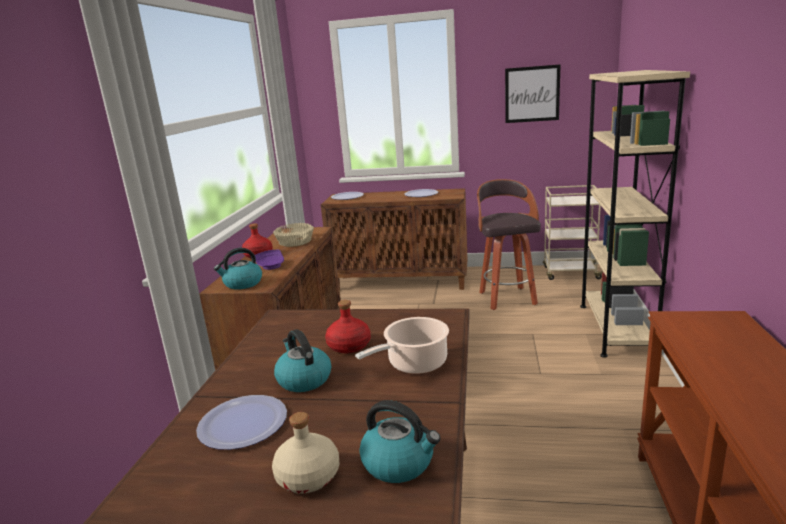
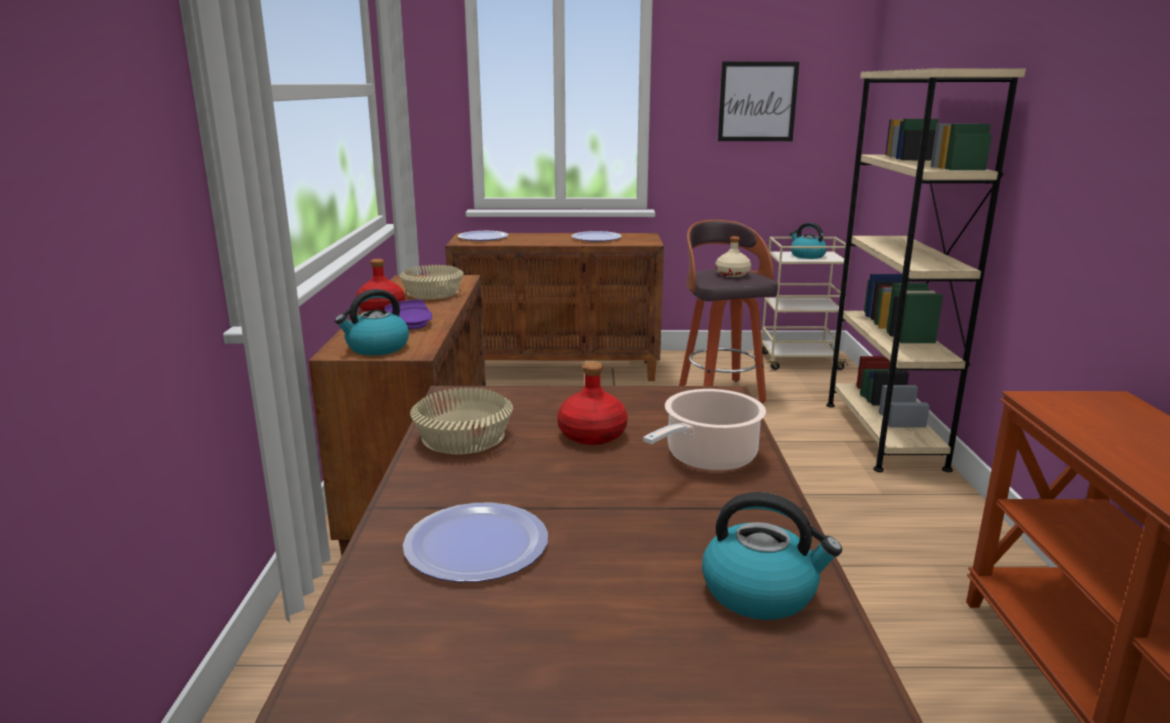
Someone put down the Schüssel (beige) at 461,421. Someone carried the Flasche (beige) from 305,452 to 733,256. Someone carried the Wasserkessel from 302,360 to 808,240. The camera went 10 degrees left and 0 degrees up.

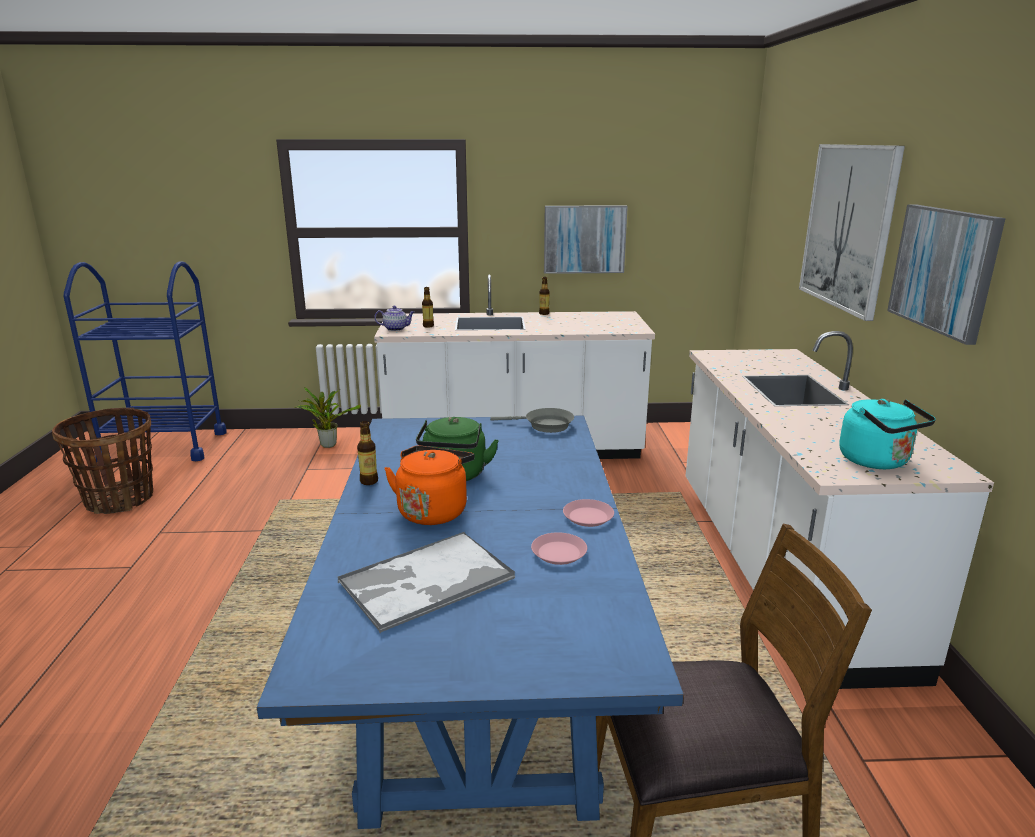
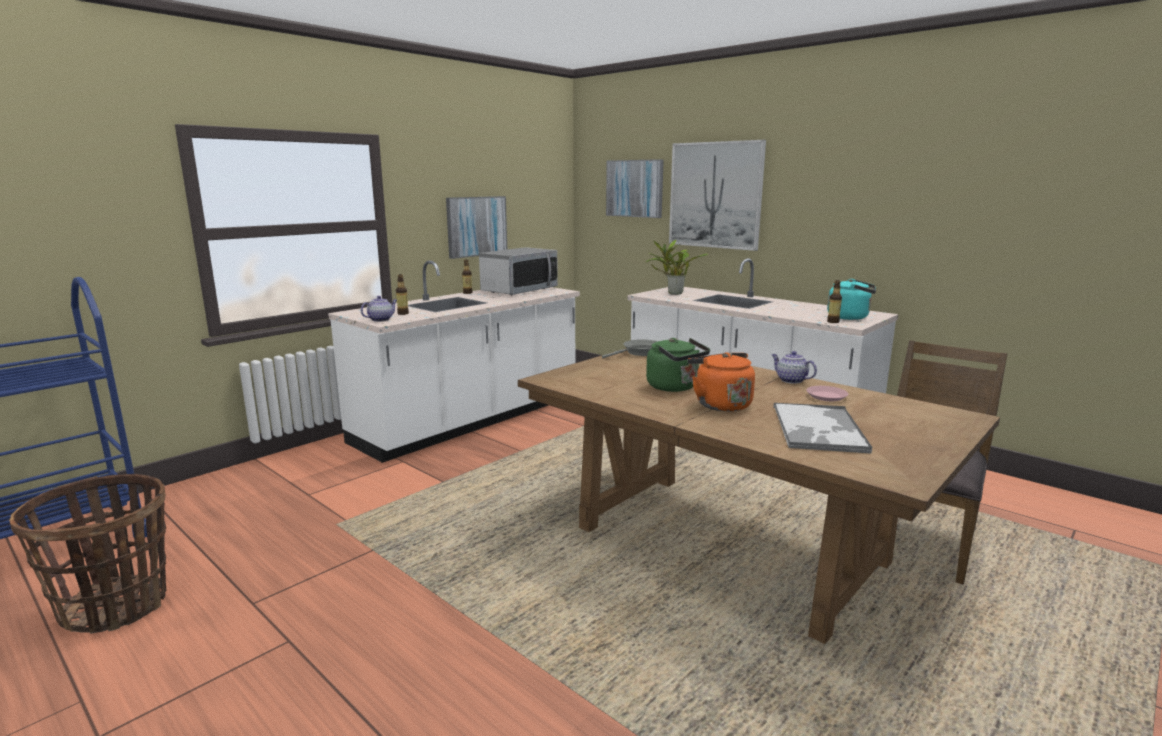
Someone put down the Mikrowelle at 518,271. Someone repainted the Esstisch (blau) at 470,622, which became the Esstisch (braun) at 759,496. Someone carried the Bild from 946,274 to 635,188. Someone carried the Topfpflanze from 327,417 to 677,267. Someone swapped the Teller (rosa) at 588,513 for the Teekanne at 794,367. Someone carried the Flasche from 367,453 to 834,301. The camera went 45 degrees left and 5 degrees down.

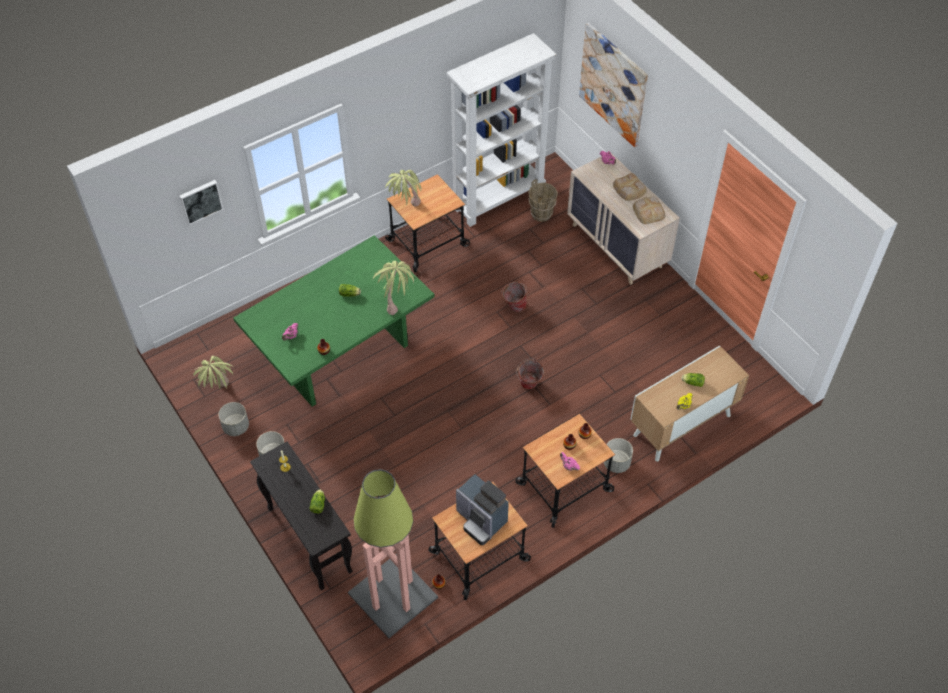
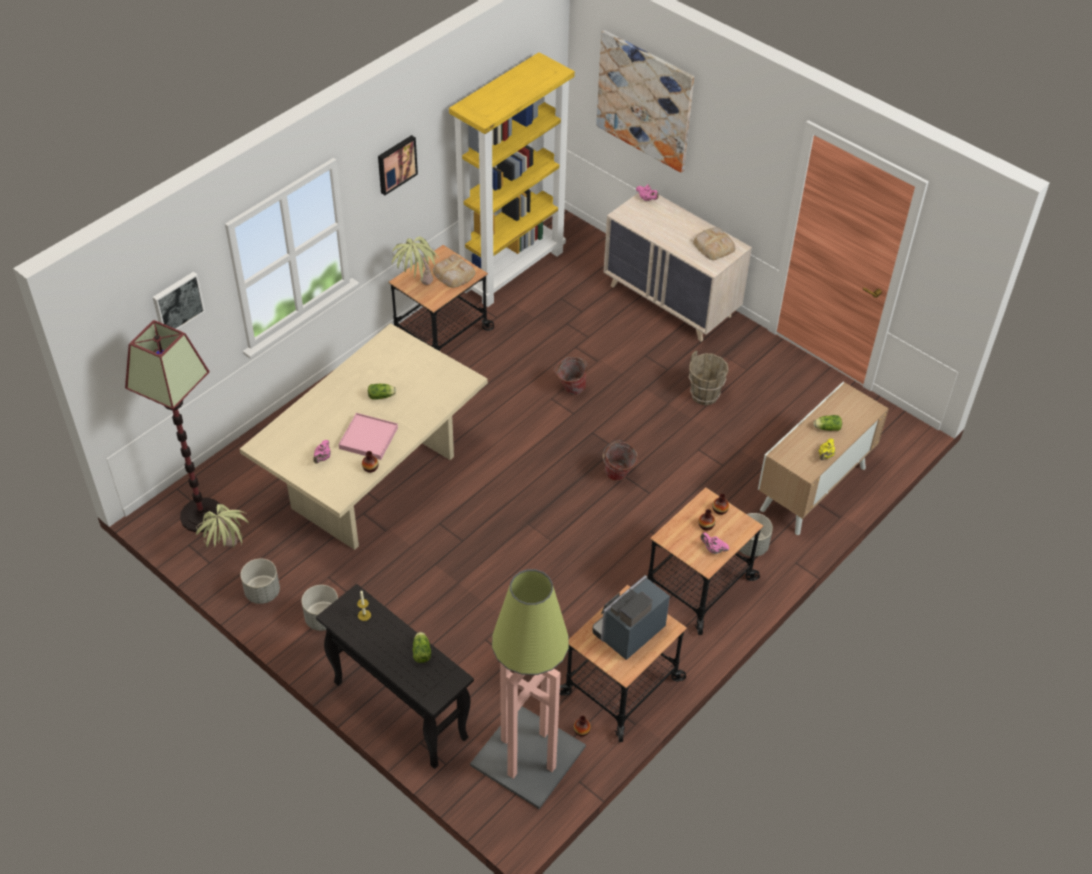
Someone put down the Stehlampe at 172,426. Someone repainted the Esstisch (grün) at 334,321, which became the Esstisch (beige) at 364,436. Someone put down the Tablett (rosa) at 368,436. Someone put up the Bild at 398,165. Someone carried the Brot from 630,187 to 454,271. Someone repainted the Bücherregal (weiß) at 501,130, which became the Bücherregal (gelb) at 512,179. Someone rotated the Kaffeemaschine at 482,509 by 105 degrees clockwise. Someone carried the Eimer (braun) from 543,200 to 709,378. Someone took away the Topfpflanze at 394,288. The camera went 15 degrees left and 5 degrees down.

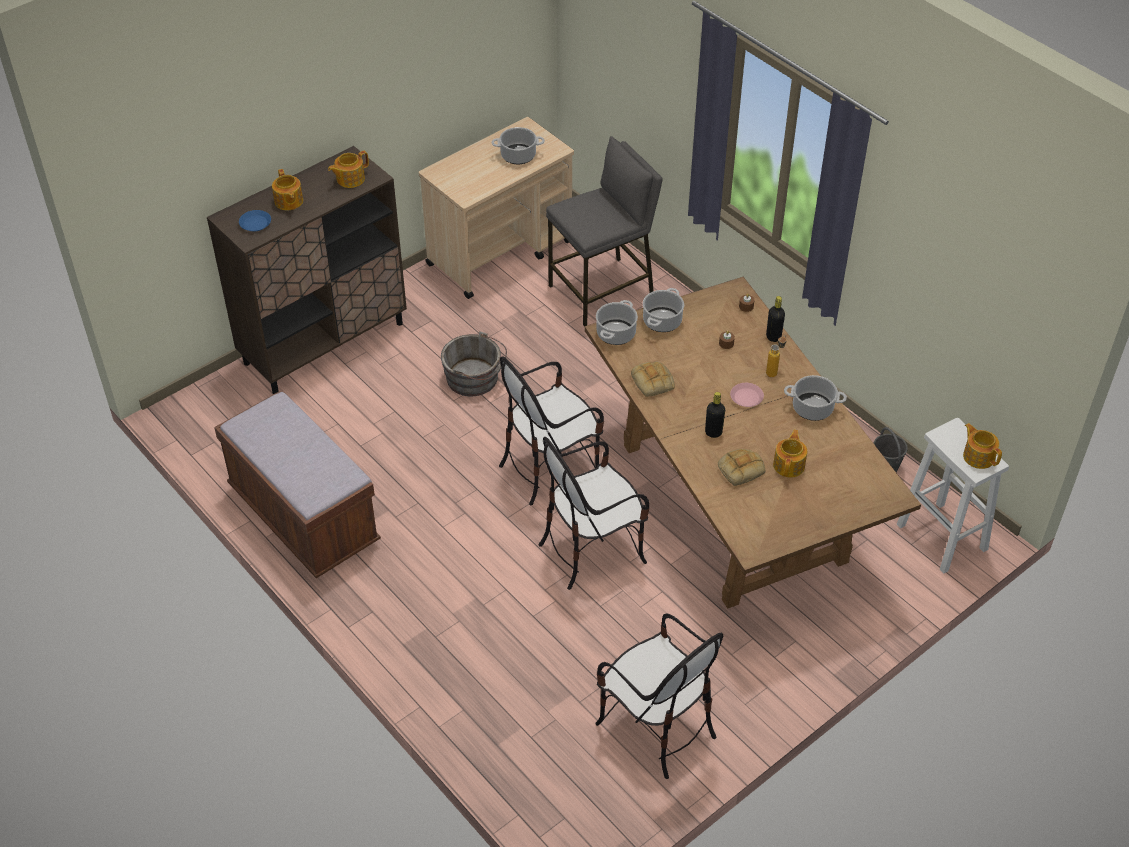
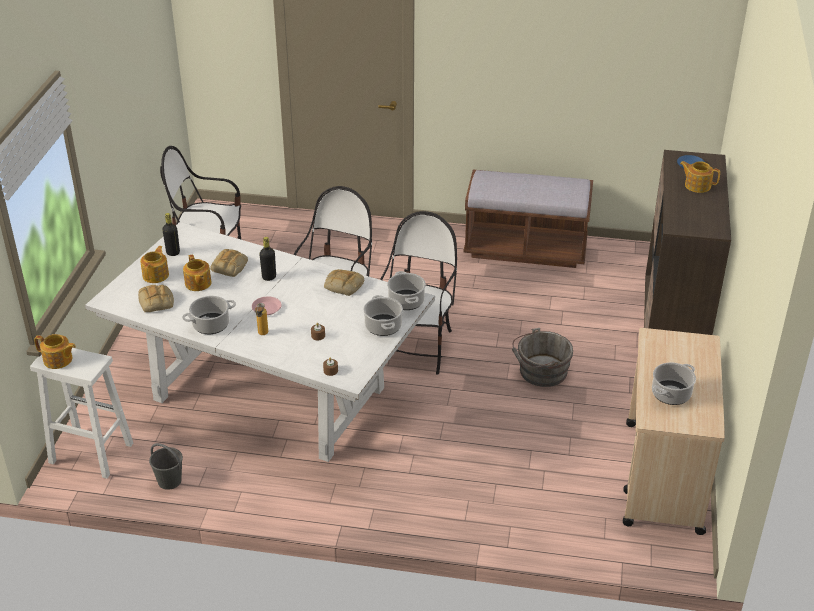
Someone repainted the Esstisch (braun) at 752,443, which became the Esstisch (weiß) at 260,342. Someone put down the Brot at 156,298. Someone carried the Teekanne from 348,169 to 154,264. Someone carried the Flasche (schwarz) from 775,319 to 171,234. Someone took away the Hocker (grau) at 604,231. The camera went 140 degrees right and 10 degrees down.

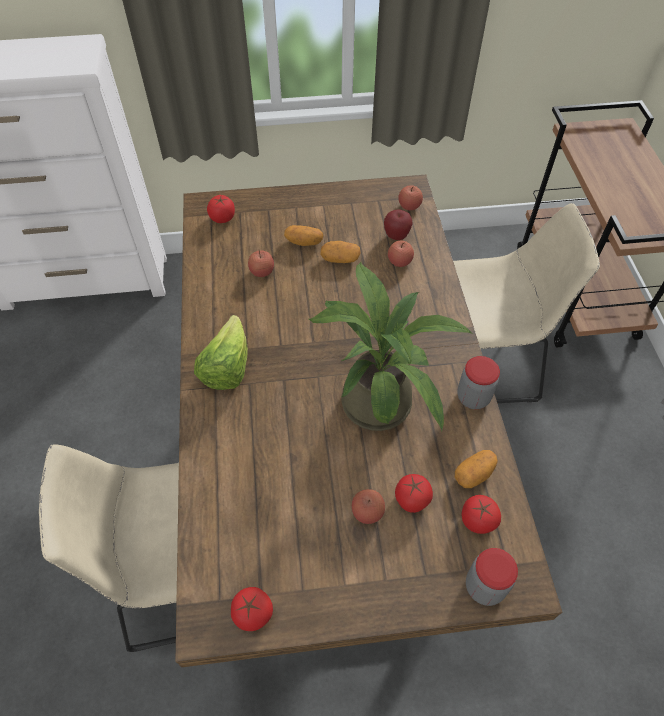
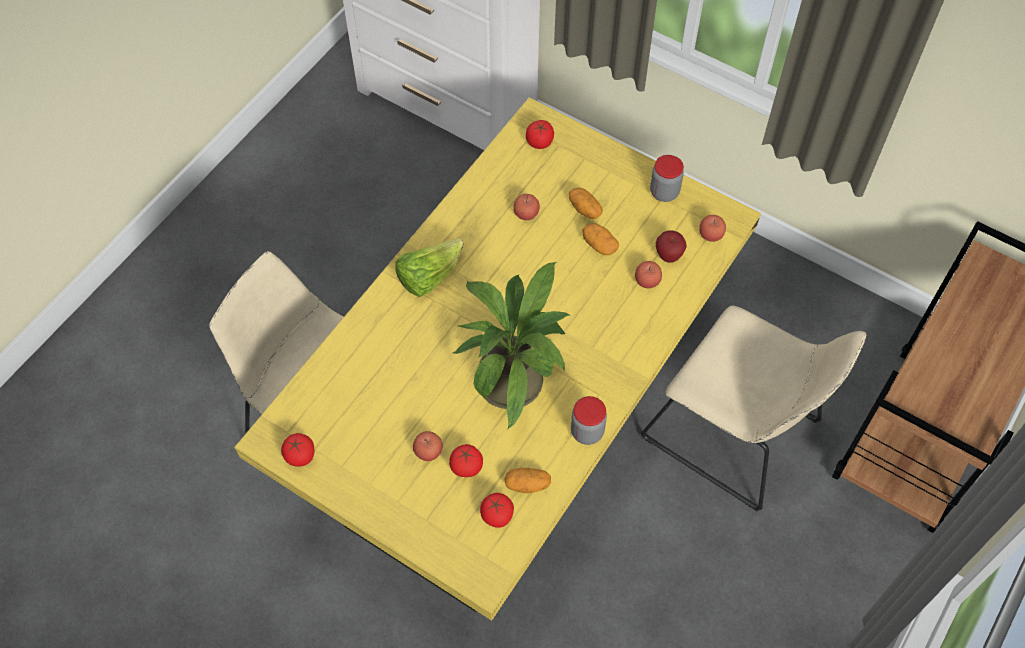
Someone repainted the Esstisch (braun) at 368,421, which became the Esstisch (gelb) at 497,359. Someone carried the Vorratsglas from 492,577 to 667,178. The camera went 40 degrees right and 5 degrees up.

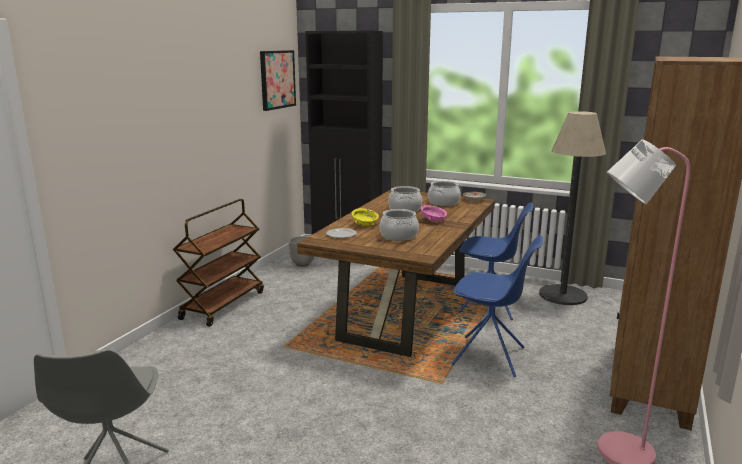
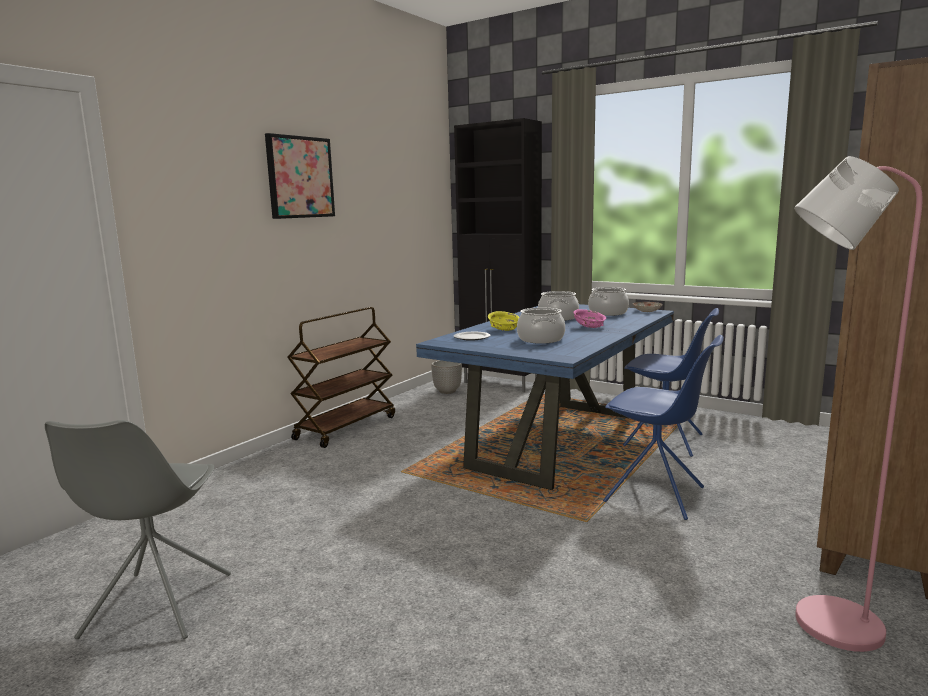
Someone carried the Bild from 278,80 to 300,176. Someone repainted the Esstisch (braun) at 396,273, which became the Esstisch (blau) at 545,397. Someone took away the Stehlampe at 572,208. The camera went 10 degrees right and 5 degrees down.

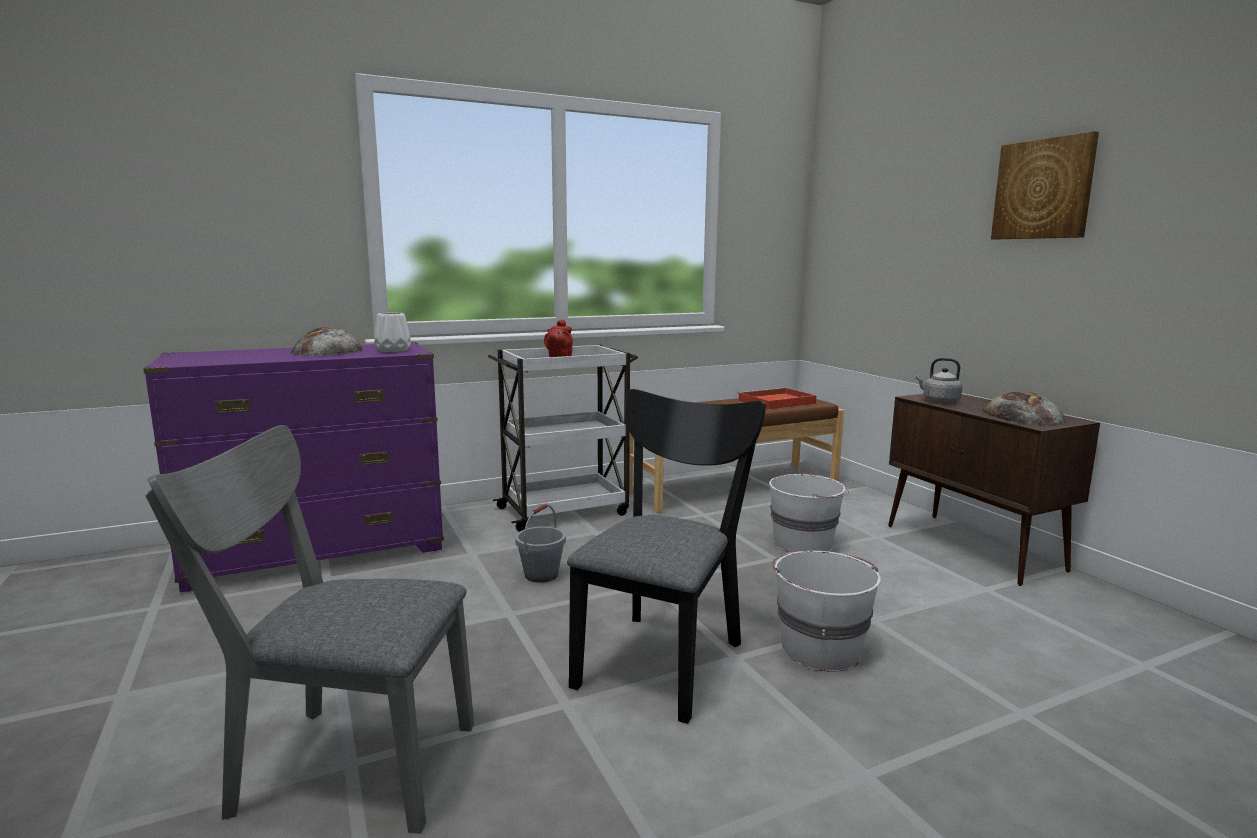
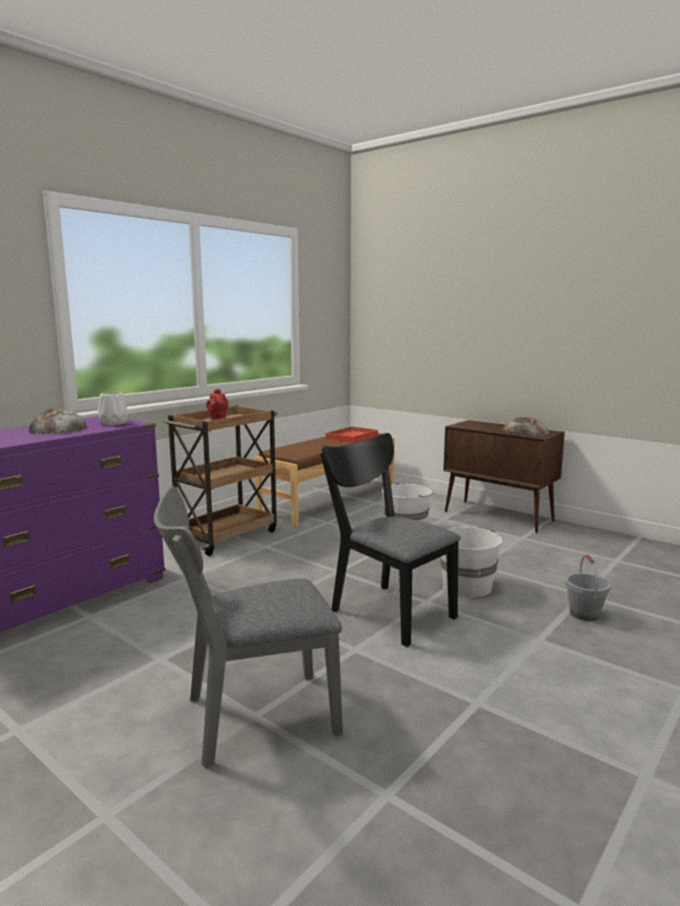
Someone repainted the Rollwagen (weiß) at 563,438, which became the Rollwagen (braun) at 220,480. Someone rotated the Stuhl (schwarz) at 666,556 by 45 degrees counterclockwise. Someone carried the Eimer (grau) from 540,543 to 588,587. Someone took away the Wasserkessel (grau) at 939,380. Someone took away the Bild at 1045,185. The camera went 25 degrees left and 0 degrees up.

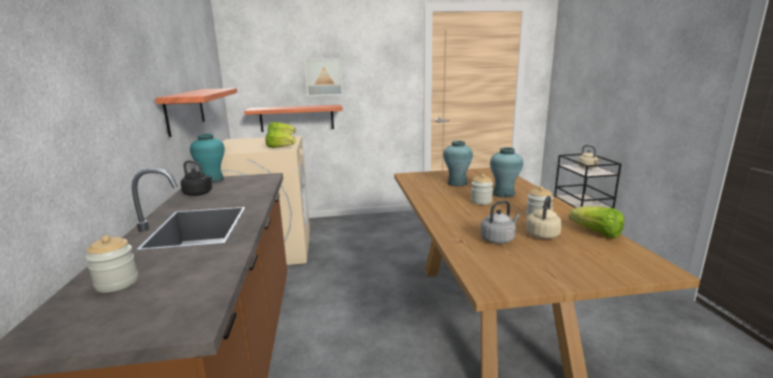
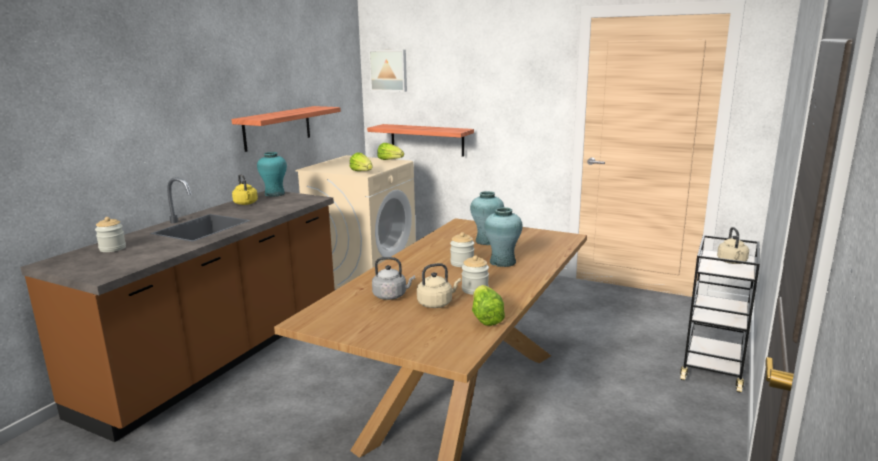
Someone repainted the Wasserkessel (schwarz) at 196,178, which became the Wasserkessel (gelb) at 245,189. Someone carried the Bild from 323,77 to 388,71. The camera went 35 degrees right and 0 degrees up.

